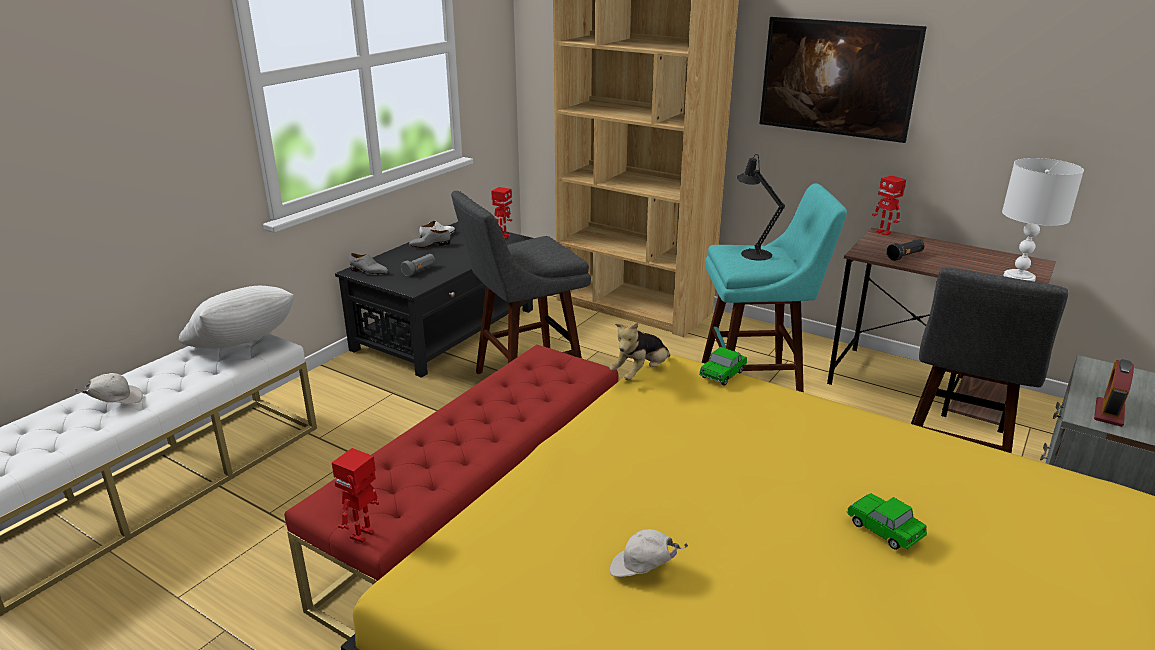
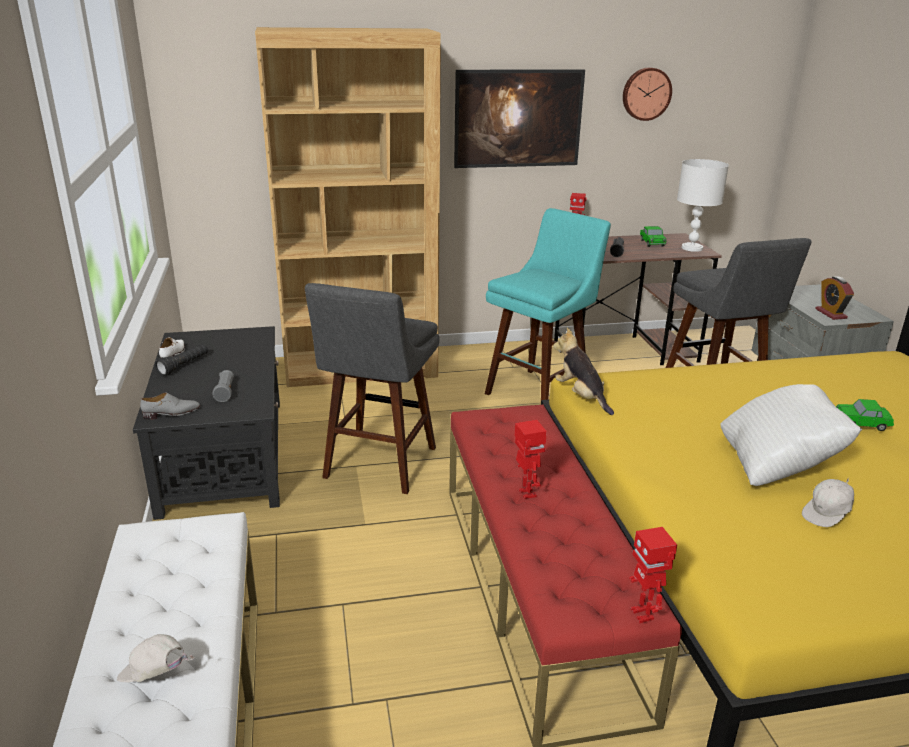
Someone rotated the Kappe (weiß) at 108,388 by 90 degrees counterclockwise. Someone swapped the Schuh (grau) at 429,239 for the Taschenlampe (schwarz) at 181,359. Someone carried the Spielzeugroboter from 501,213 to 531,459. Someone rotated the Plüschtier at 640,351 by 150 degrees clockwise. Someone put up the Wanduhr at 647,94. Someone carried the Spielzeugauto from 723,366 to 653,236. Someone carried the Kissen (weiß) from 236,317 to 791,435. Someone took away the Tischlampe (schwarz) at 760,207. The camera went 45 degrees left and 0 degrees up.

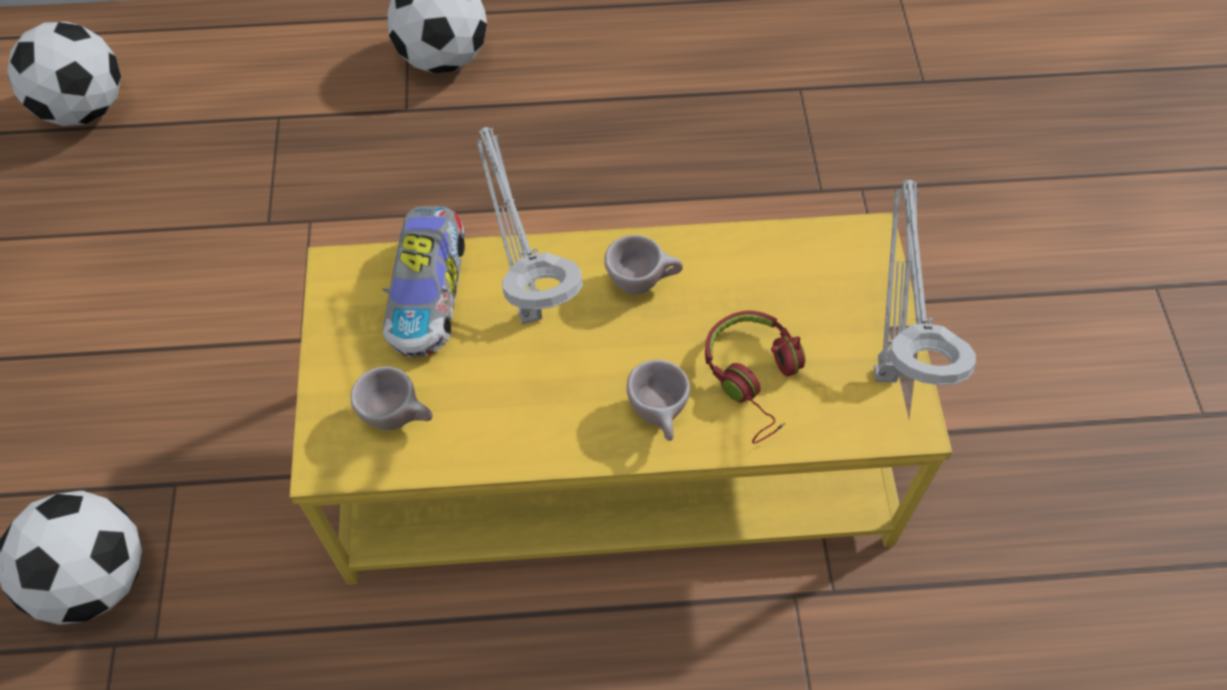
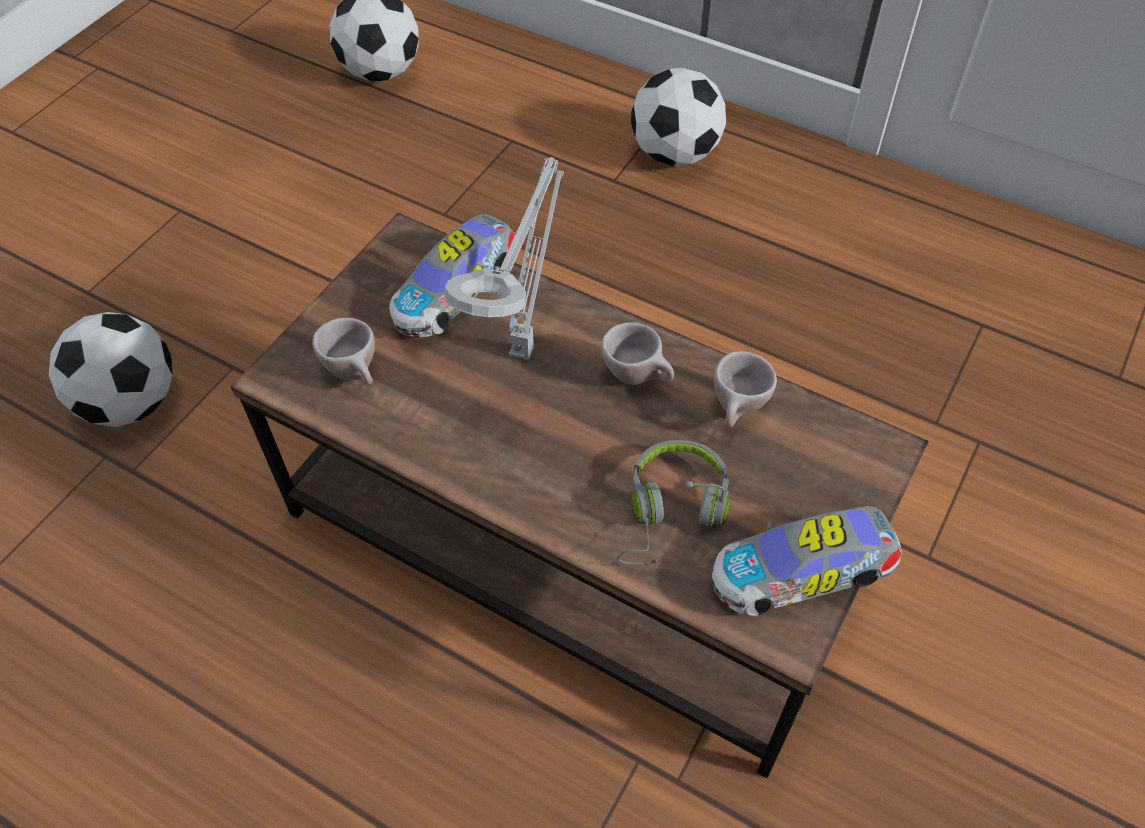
Someone repainted the Couchtisch (gelb) at 621,398, which became the Couchtisch (braun) at 580,495. Someone repainted the Kopfhörer (rot) at 755,377, which became the Kopfhörer (grau) at 673,502. Someone swapped the Tischlampe (grau) at 925,282 for the Spielzeugauto at 807,561. Someone carried the Tasse (beige) from 658,400 to 745,389. The camera went 35 degrees right and 5 degrees down.

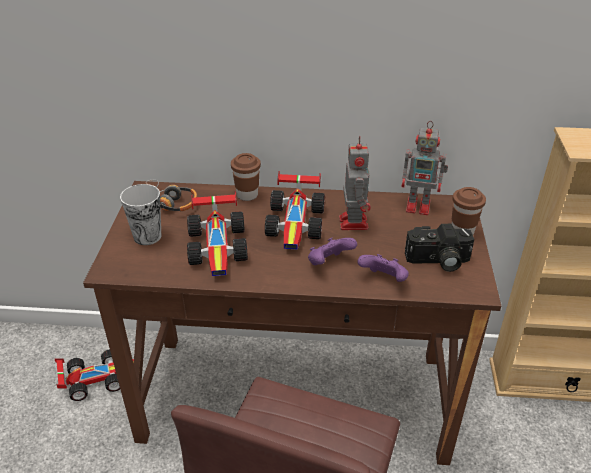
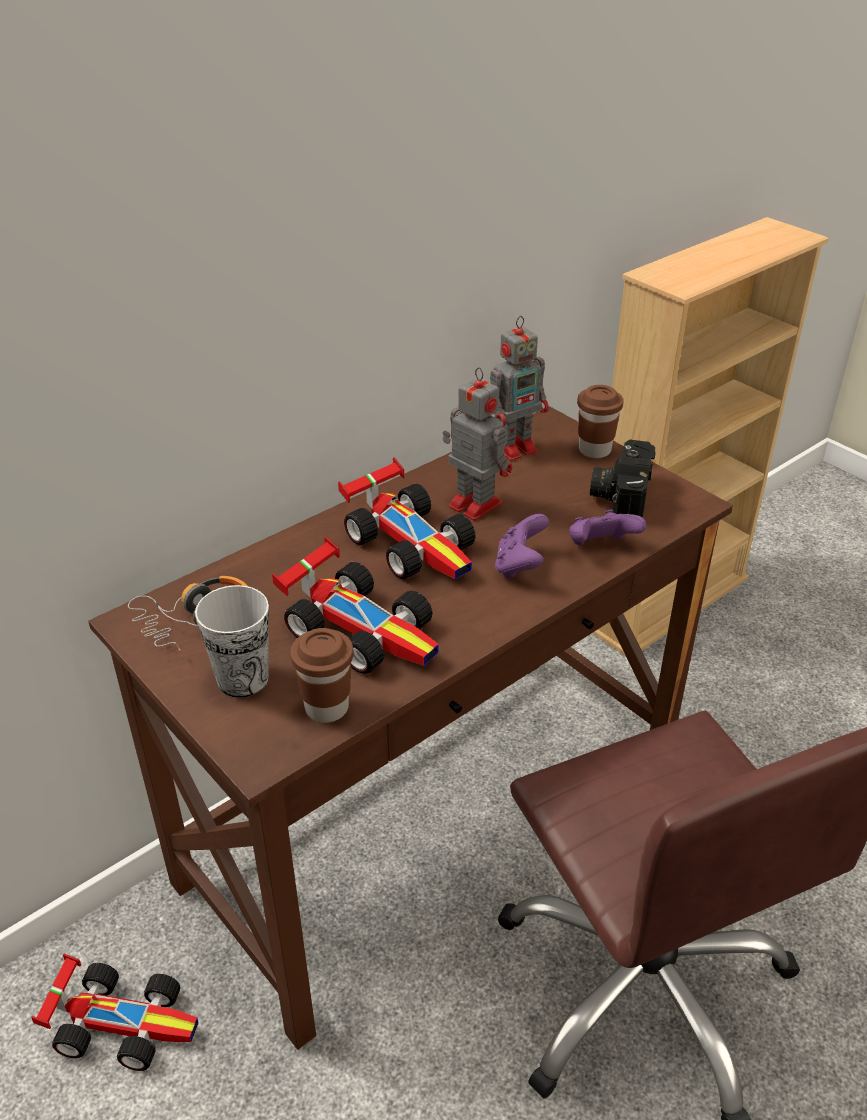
Someone rotated the Spielzeugauto at 94,375 by 75 degrees clockwise. Someone carried the Tasse (braun) from 246,177 to 321,675. Someone rotated the Kamera at 439,248 by 150 degrees clockwise. The camera went 45 degrees left and 0 degrees up.

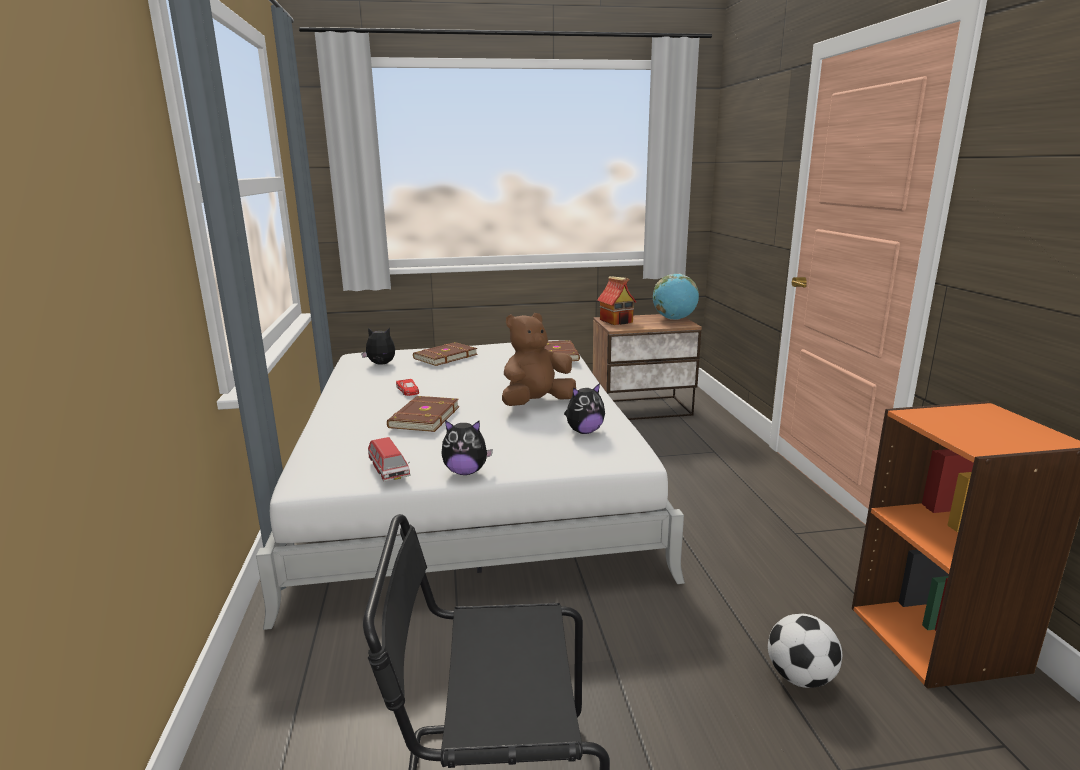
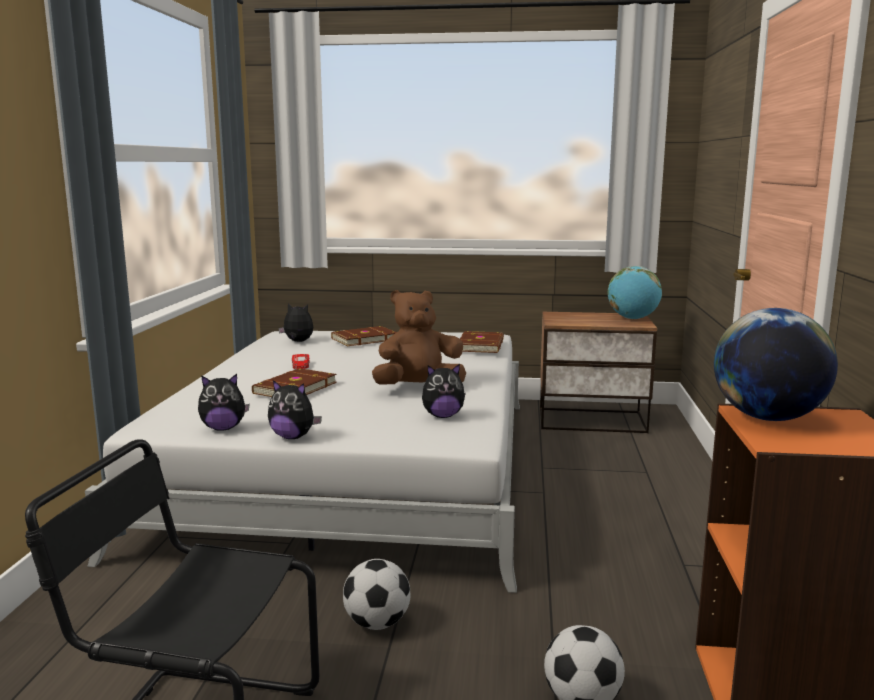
Someone swapped the Spielzeugauto at 389,459 for the Plüschtier at 224,402. Someone put down the Fußball at 377,594. Someone put down the Globus at 776,364. Someone took away the Spielzeughaus at 616,300. The camera went 15 degrees right and 5 degrees down.

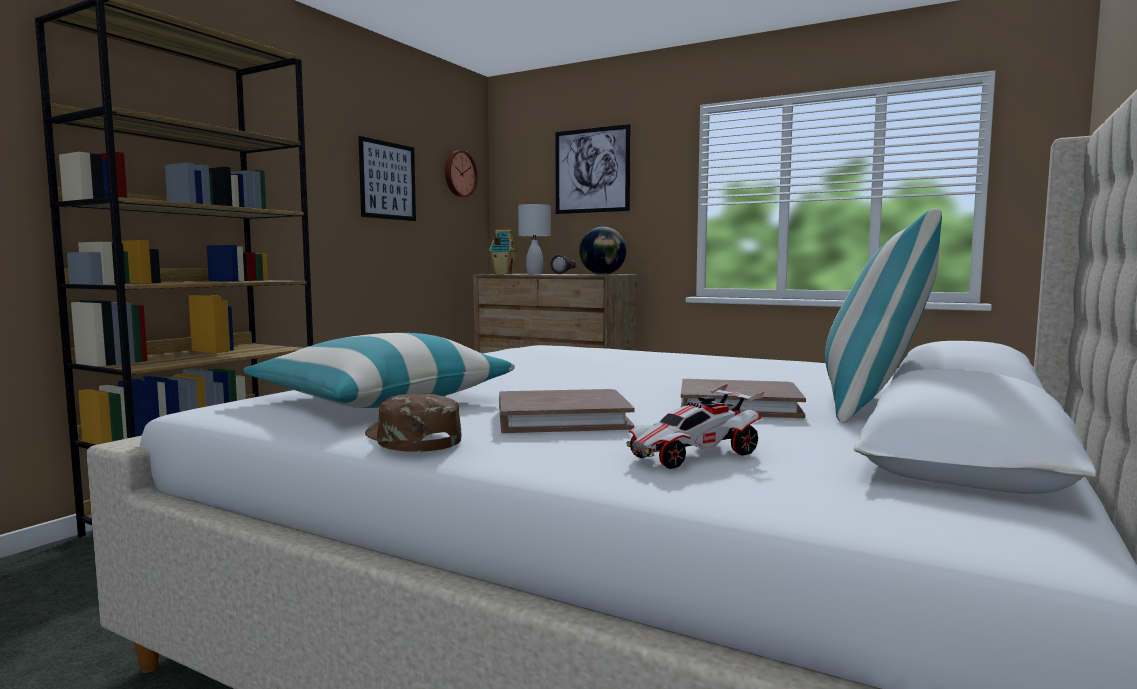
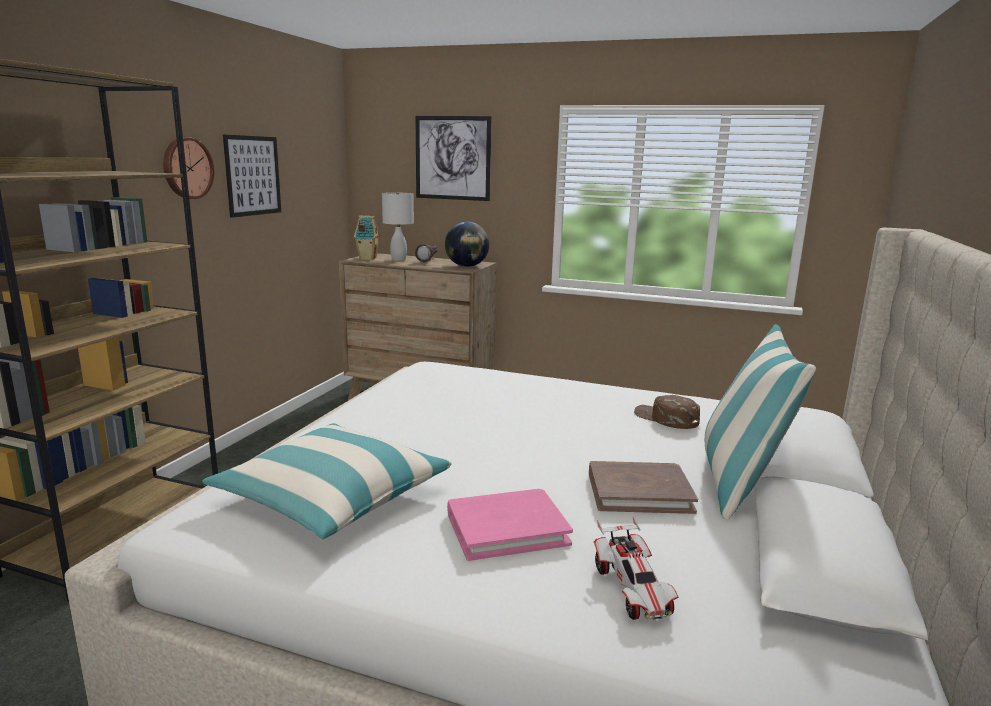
Someone carried the Wanduhr from 461,173 to 188,168. Someone repainted the Buch (braun) at 567,411, which became the Buch (rosa) at 510,525. Someone rotated the Spielzeugauto at 695,426 by 60 degrees counterclockwise. Someone carried the Kappe (braun) from 413,423 to 667,412. The camera went 10 degrees left and 10 degrees up.

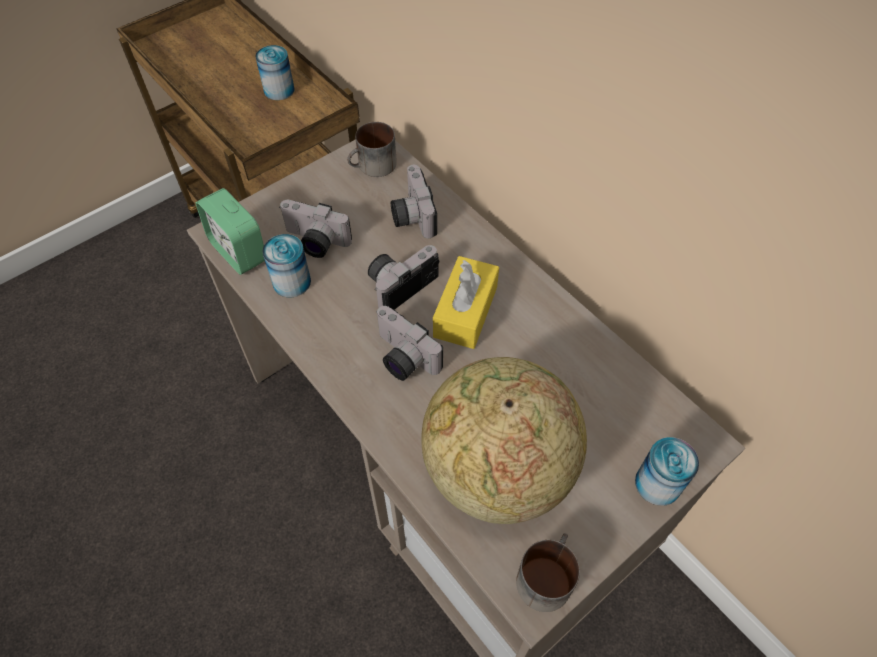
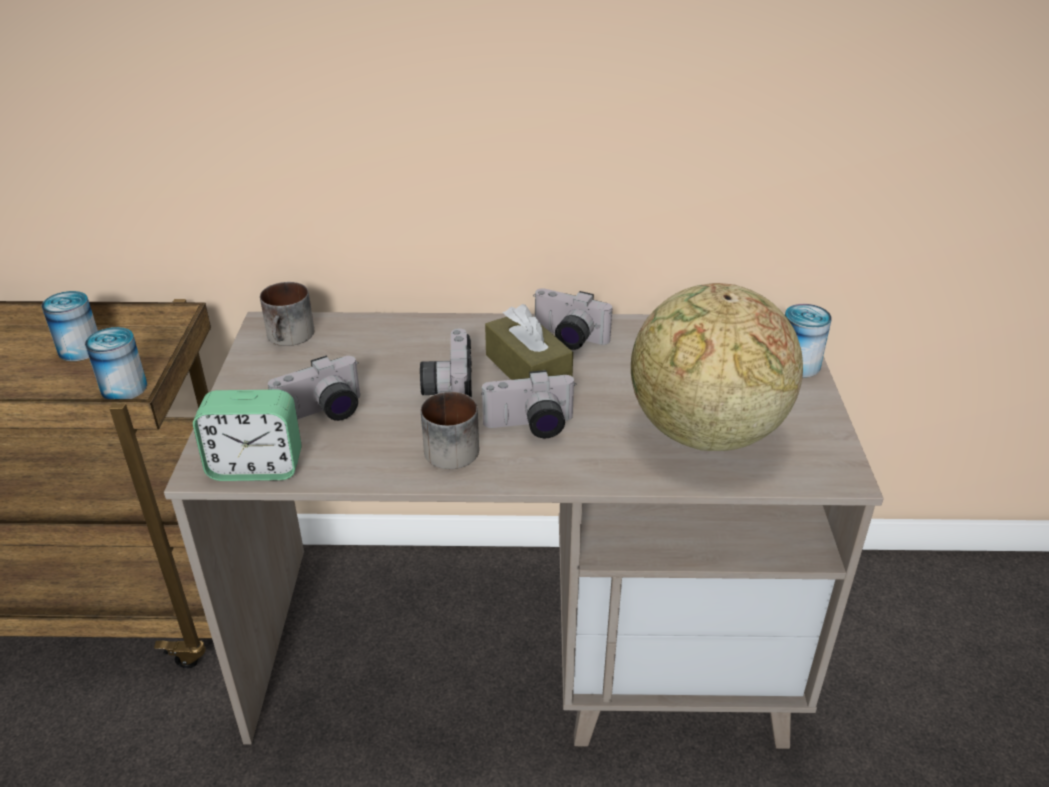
Someone carried the Dose from 287,265 to 116,363. Someone carried the Henkelbecher from 548,572 to 450,430. Someone repainted the Taschentuchbox (gelb) at 466,302, which became the Taschentuchbox (braun) at 529,342. Someone carried the Kamera from 414,201 to 572,319. The camera went 50 degrees left and 20 degrees down.

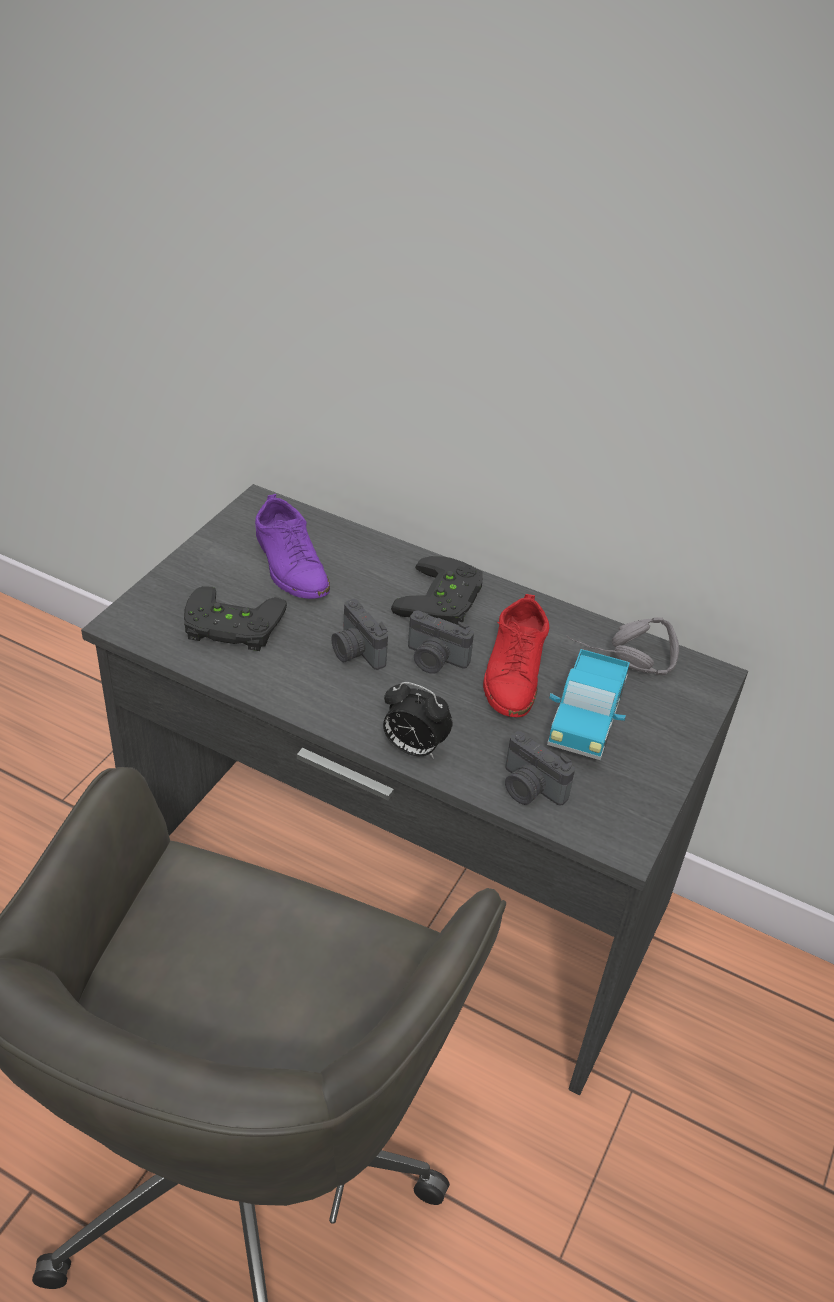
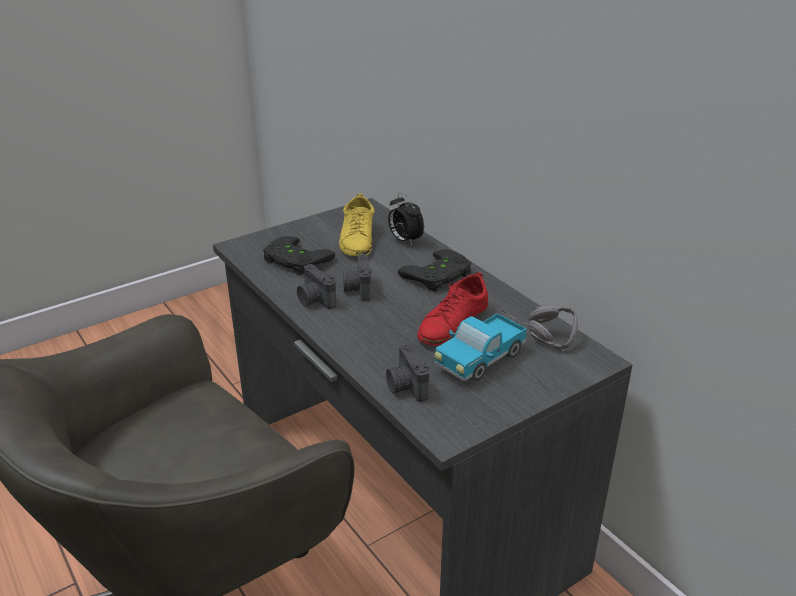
Someone carried the Kamera from 441,642 to 317,286. Someone repainted the Schuh (lila) at 292,546, which became the Schuh (gelb) at 356,225. Someone carried the Wecker from 417,720 to 406,219. The camera went 30 degrees right and 10 degrees down.

